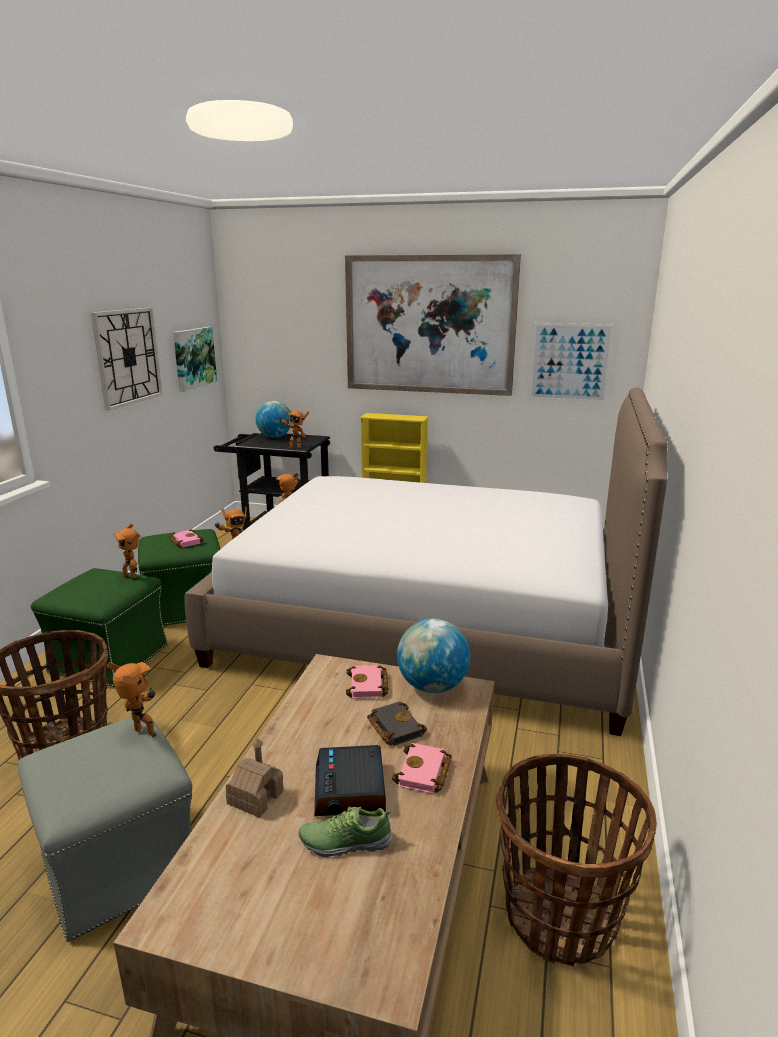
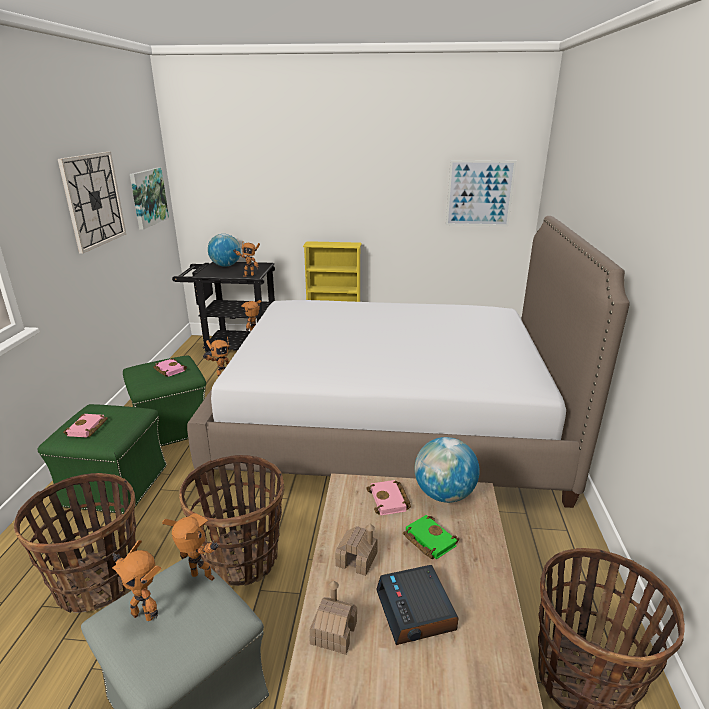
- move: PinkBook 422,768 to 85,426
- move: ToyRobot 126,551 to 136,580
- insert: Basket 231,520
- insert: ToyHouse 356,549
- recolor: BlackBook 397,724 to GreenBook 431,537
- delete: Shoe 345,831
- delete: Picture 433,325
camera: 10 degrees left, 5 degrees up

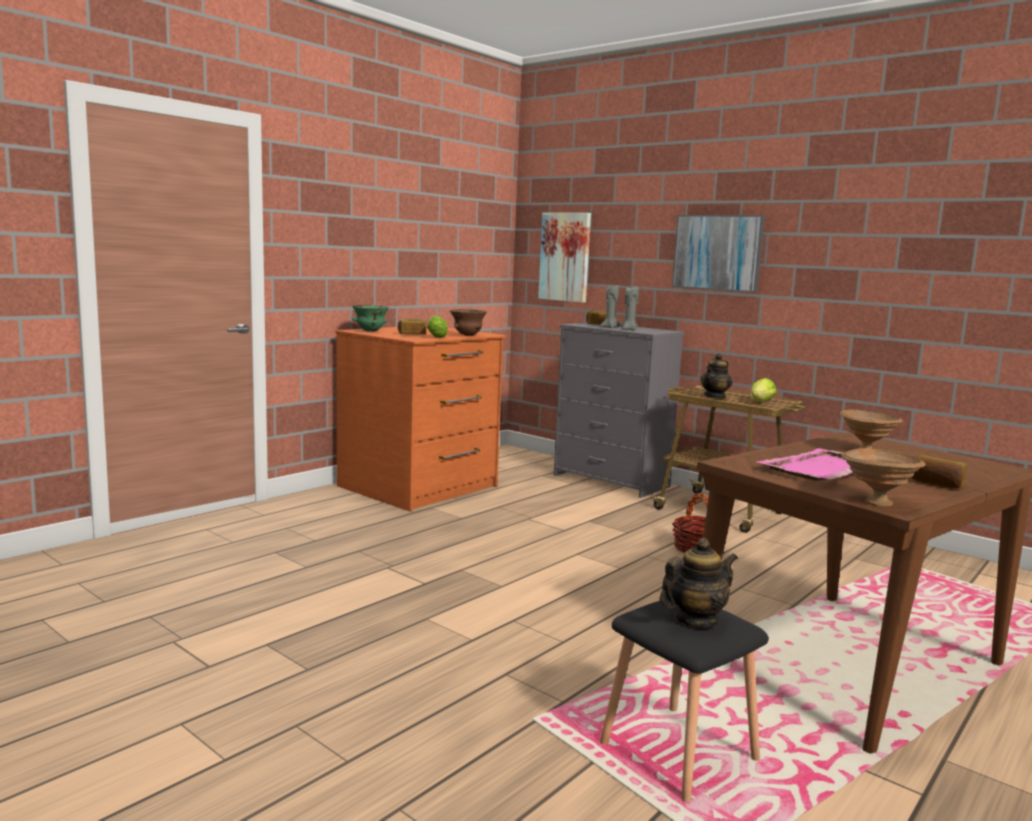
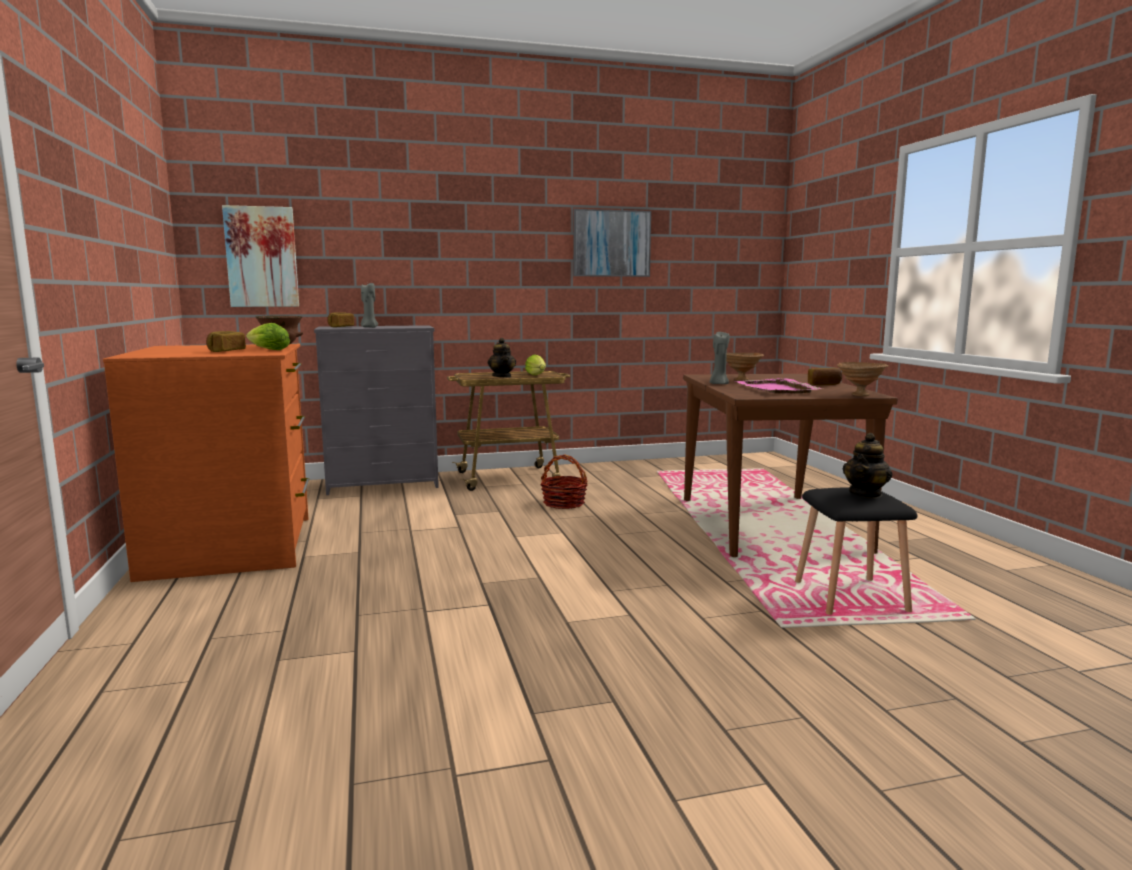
- move: Picture 718,254 to 612,243
- move: GreyCandle 630,308 to 720,358
- rotate: Teapot 699,583 = 867,465 150 degrees counterclockwise
- delete: GreenBowl 370,318
camera: 55 degrees left, 0 degrees up

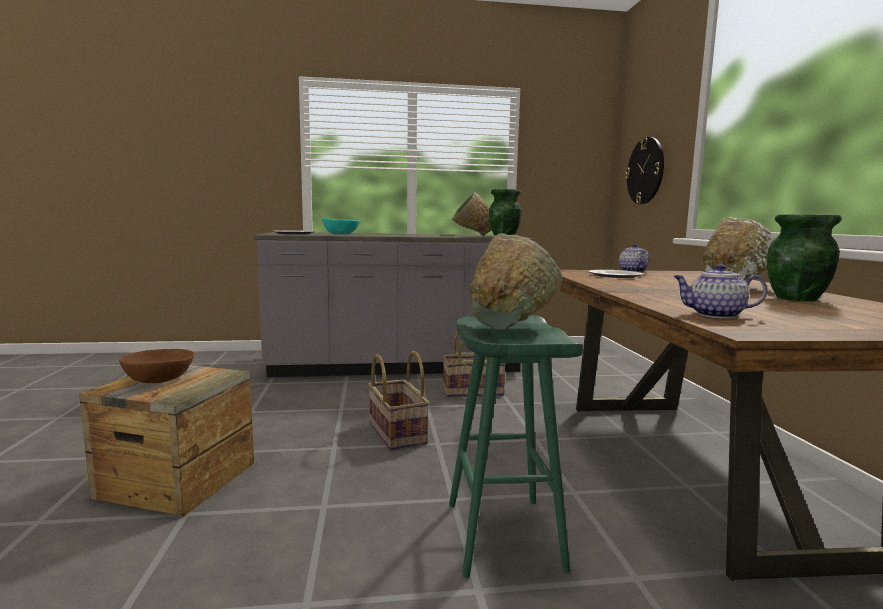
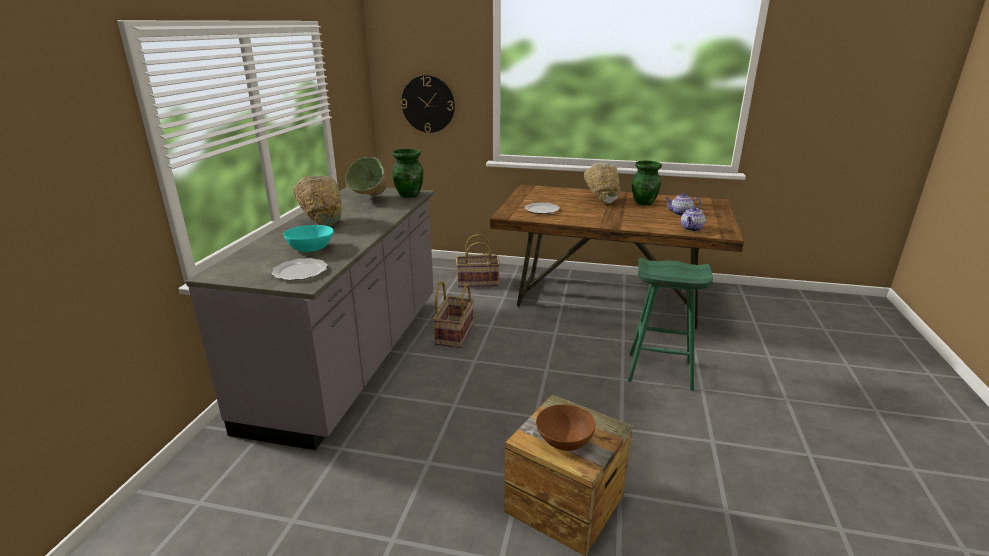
- move: GreenBowl 516,282 to 317,201
- move: Basket 399,400 to 478,260
- move: Teapot 634,258 to 683,204
camera: 70 degrees left, 15 degrees up

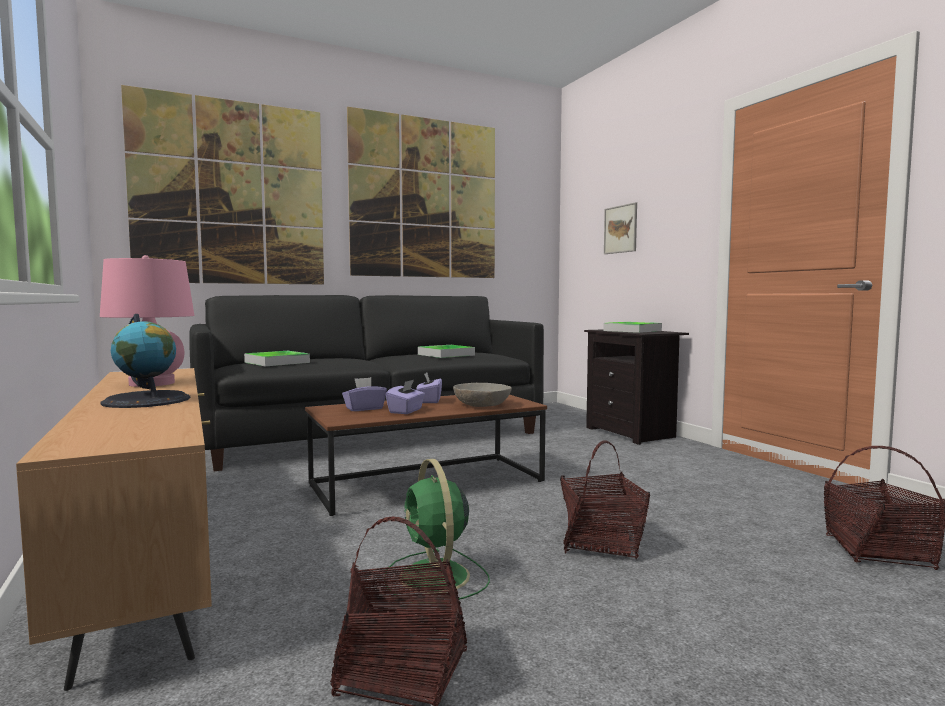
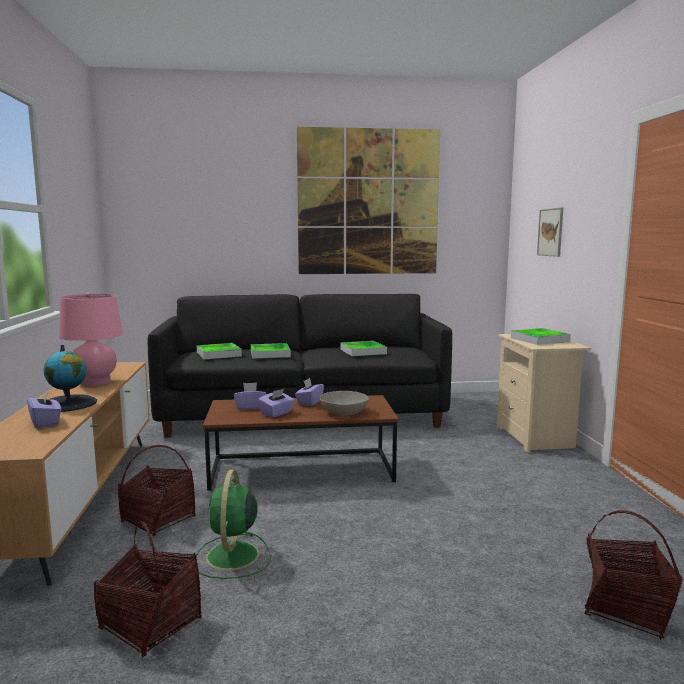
- insert: PurpleTissueBox 44,409
- move: Basket 605,499 to 157,490
- insert: Tray 271,351
- recolor: BlackNightstand 636,387 to BeigeNightstand 544,393
- delete: Picture 222,184
camera: 20 degrees right, 5 degrees up

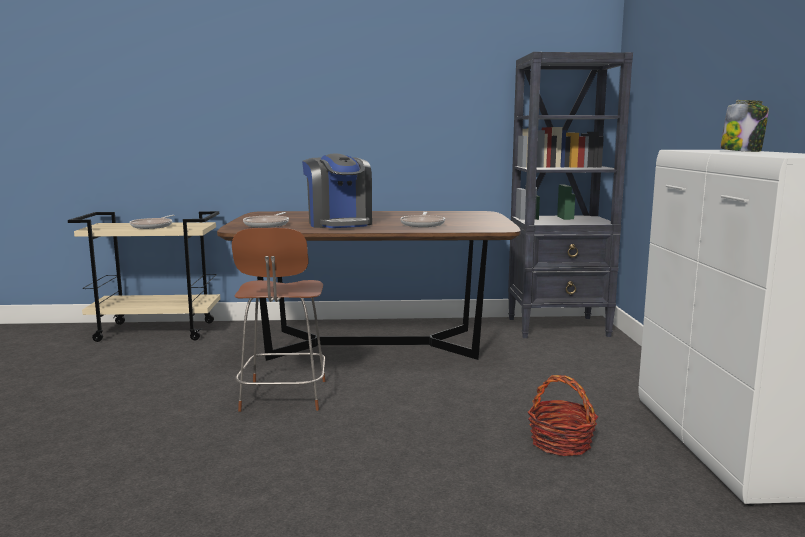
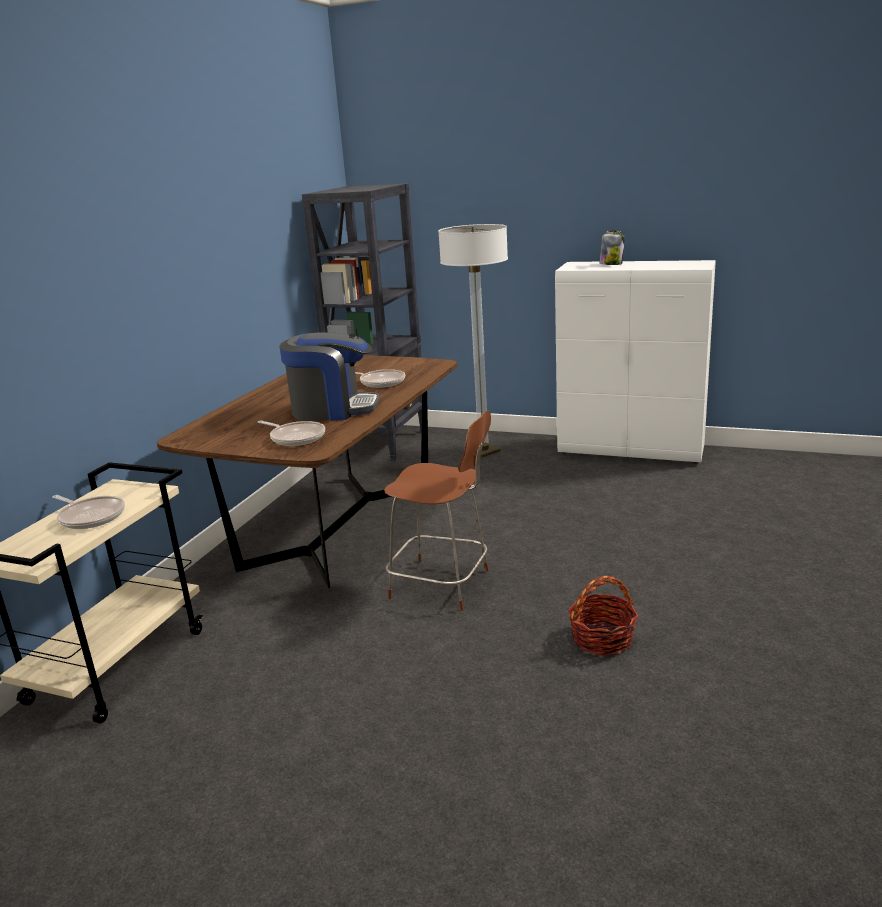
- insert: FloorLamp 473,341
- move: Basket 563,415 to 603,615
camera: 65 degrees left, 10 degrees up

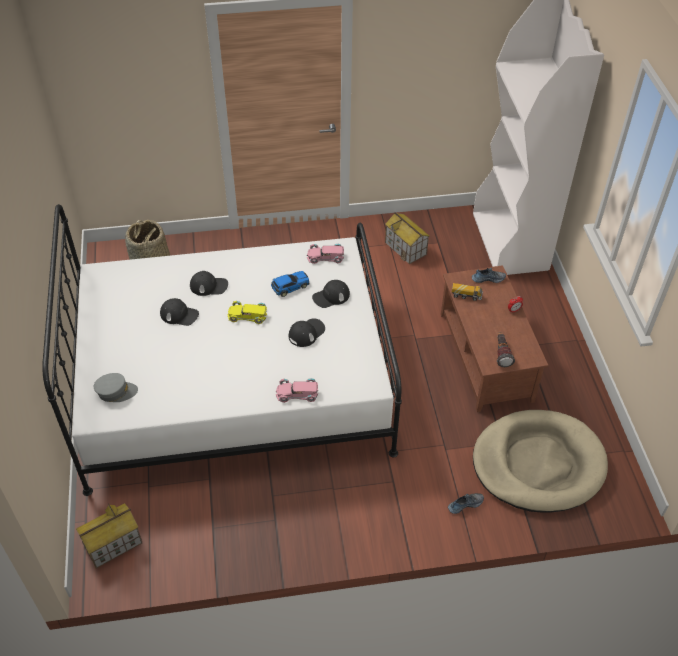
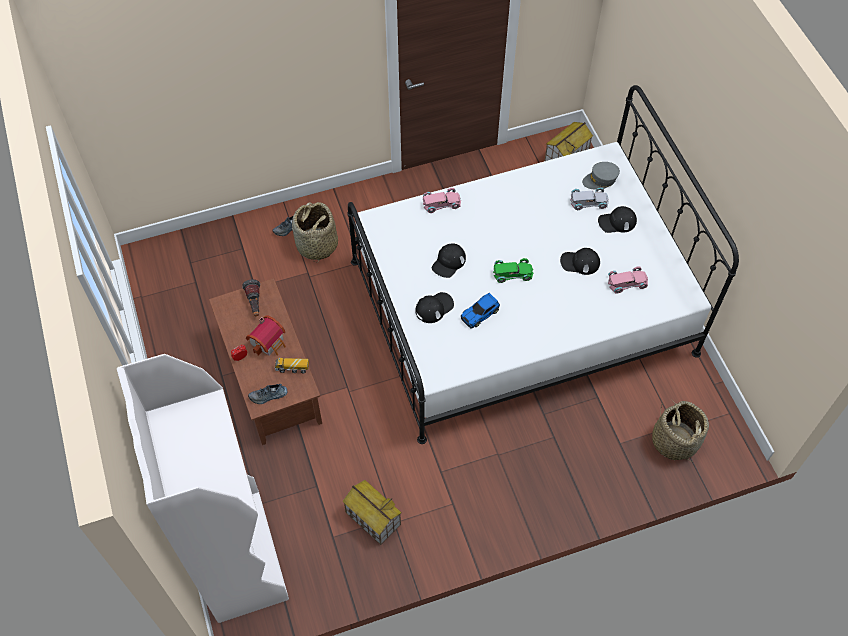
- insert: ToyHouse 266,336
- insert: Basket 315,232
- recolor: YellowToyCar 247,312 to GreenToyCar 513,270
- insert: WhiteToyCar 589,198
- move: BlackCap 209,283 to 617,219
- move: PinkToyCar 325,253 to 628,279
- delete: BeigeDogBed 540,461
camera: 170 degrees right, 10 degrees up

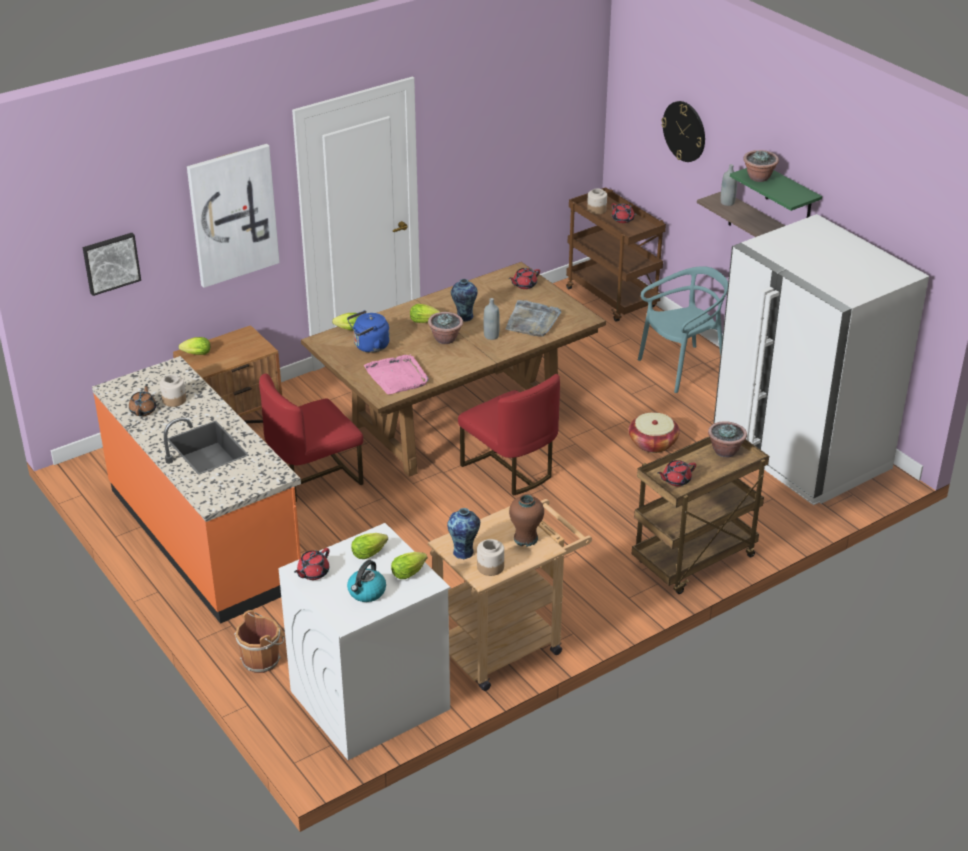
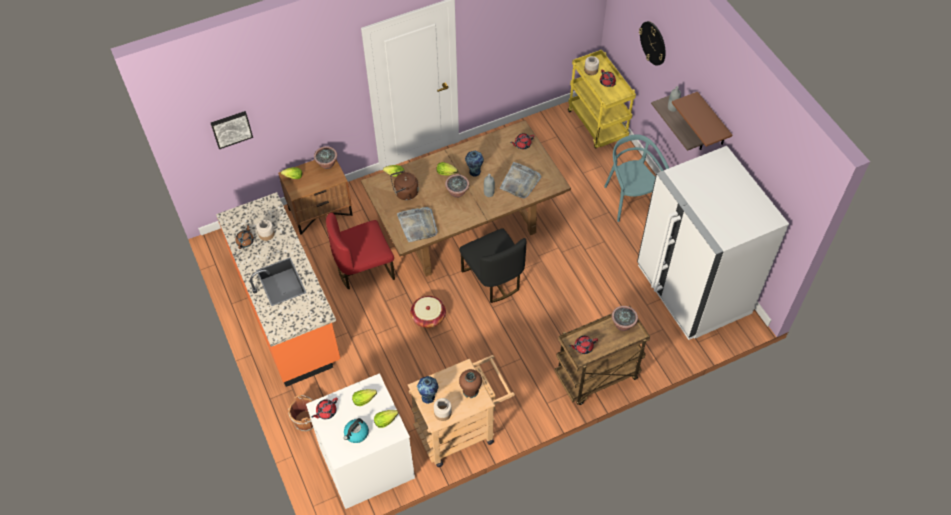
- move: PottedPlant 761,166 to 325,157
- recolor: BlueKettle 368,331 to BrownKettle 404,185
- recolor: PinkTray 396,374 to GreyTray 417,224
- move: Basket 654,432 to 428,312
- recolor: RedChair 509,435 to BlackChair 492,265
- recolor: BrownCart 616,254 to YellowCart 602,99
- rotate: TurquoiseChair 683,329 = 636,178 90 degrees counterclockwise
- recolor: GreenShelf 776,193 to BrownShelf 702,119
- delete: Picture 233,216
camera: 10 degrees right, 20 degrees up

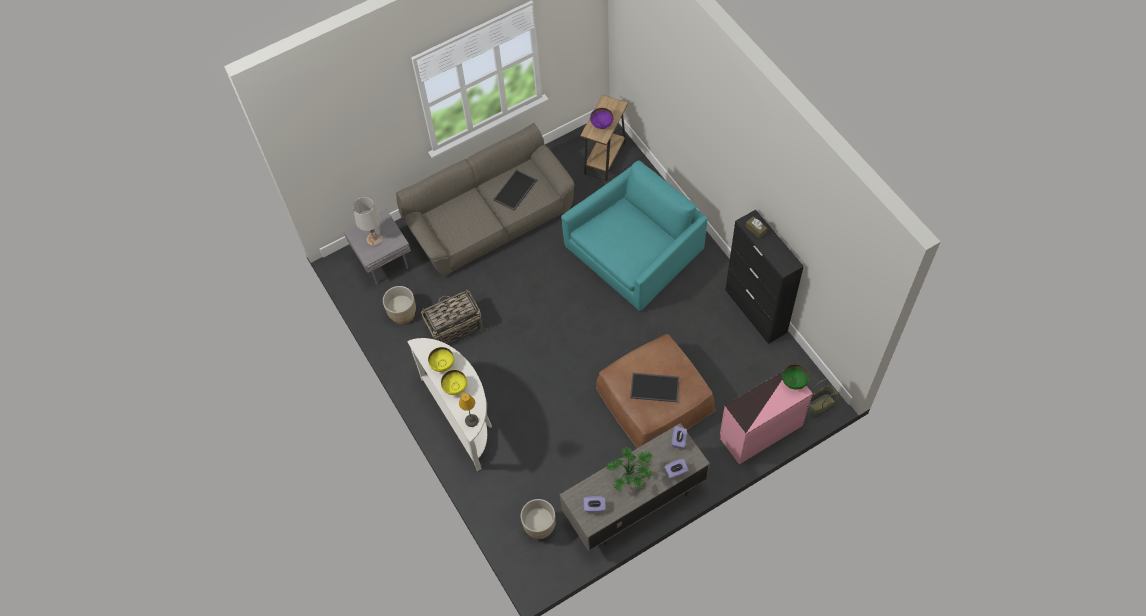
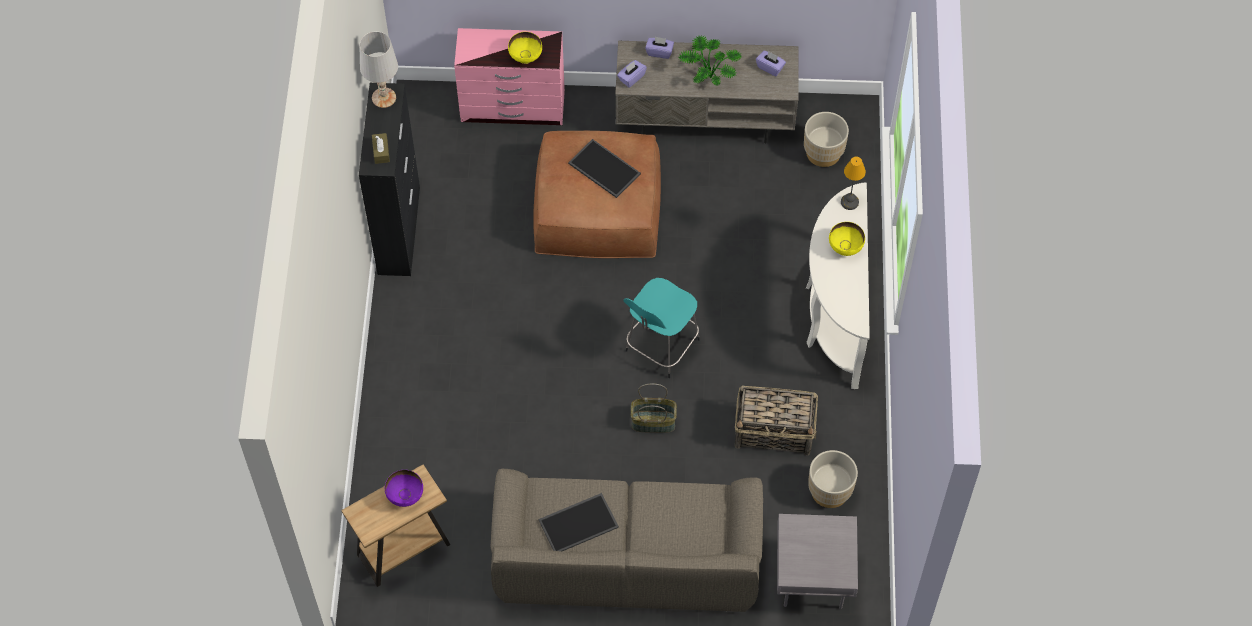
- move: WhiteTableLamp 367,221 to 379,69
- move: YellowBowl 441,359 to 525,48
- insert: TurquoiseStool 662,328
- move: Basket 823,398 to 654,408
- delete: TurquoiseArmchair 634,235
- delete: GreenBowl 795,377
camera: 150 degrees left, 0 degrees up

